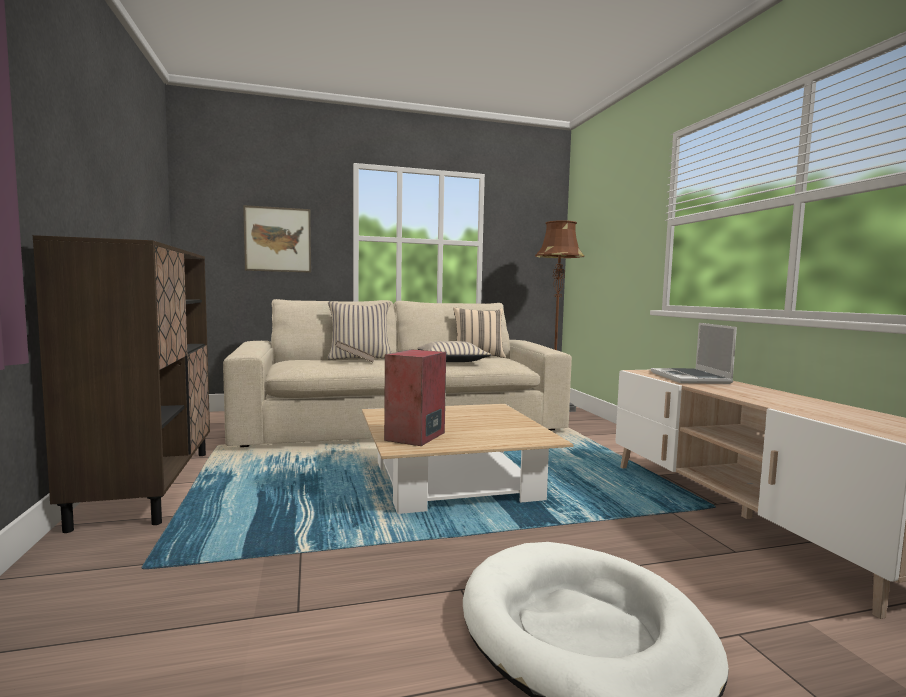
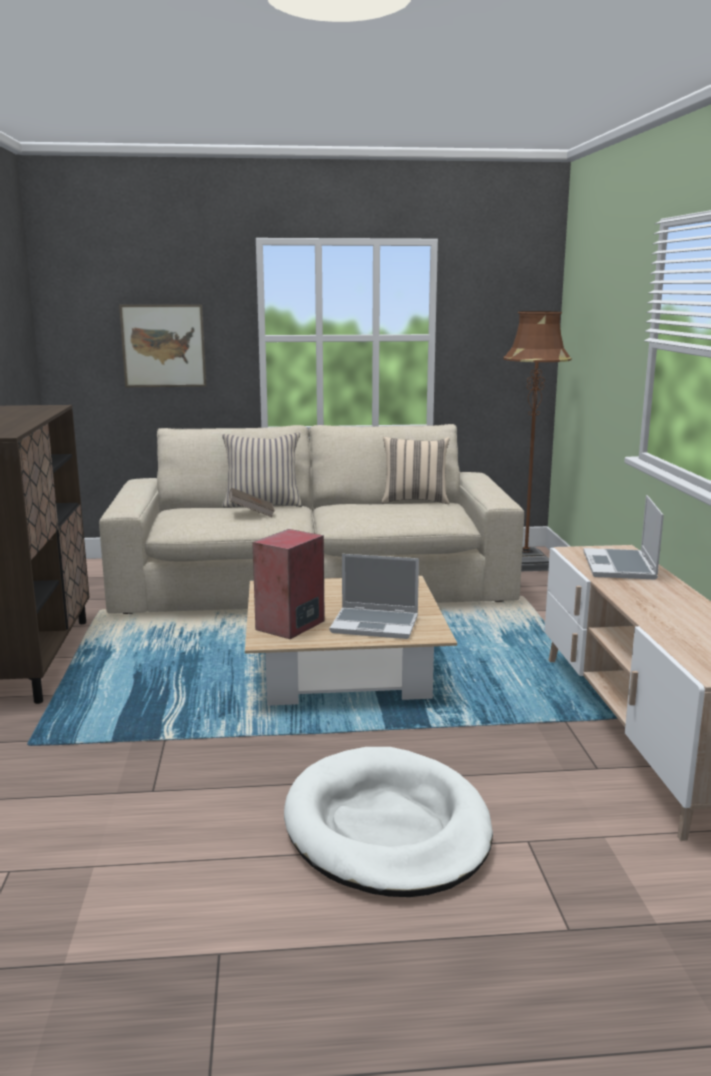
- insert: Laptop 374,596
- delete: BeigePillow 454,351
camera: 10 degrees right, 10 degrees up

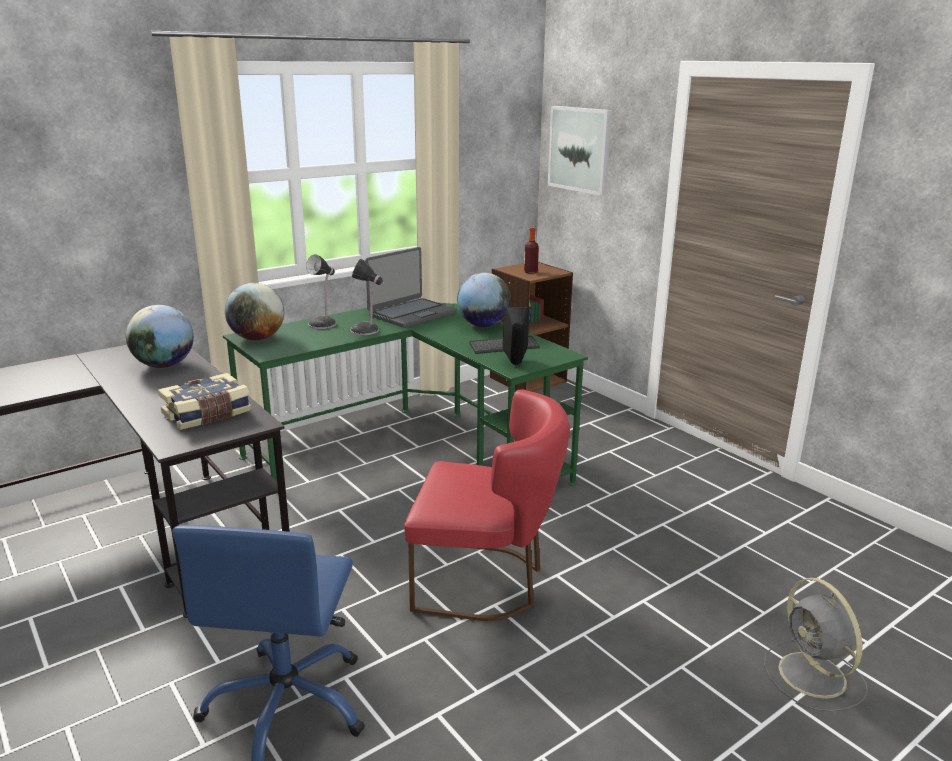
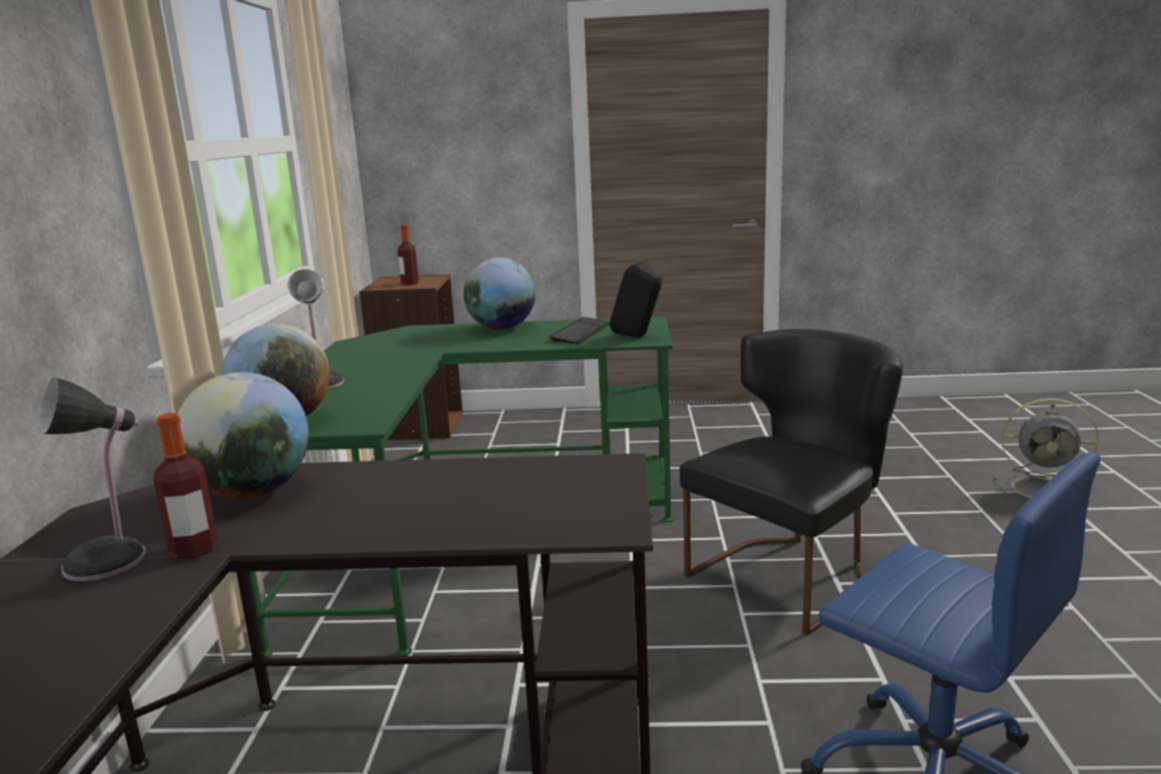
- move: TableLamp 367,297 to 93,479
- insert: Bottle 185,486
- recolor: RedChair 487,505 to BlackChair 791,482
- delete: Book 204,401
- delete: Laptop 411,287
- delete: Picture 580,151
camera: 50 degrees left, 5 degrees down

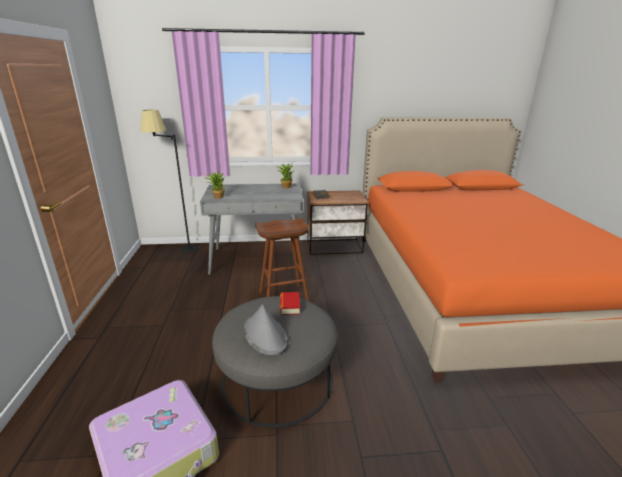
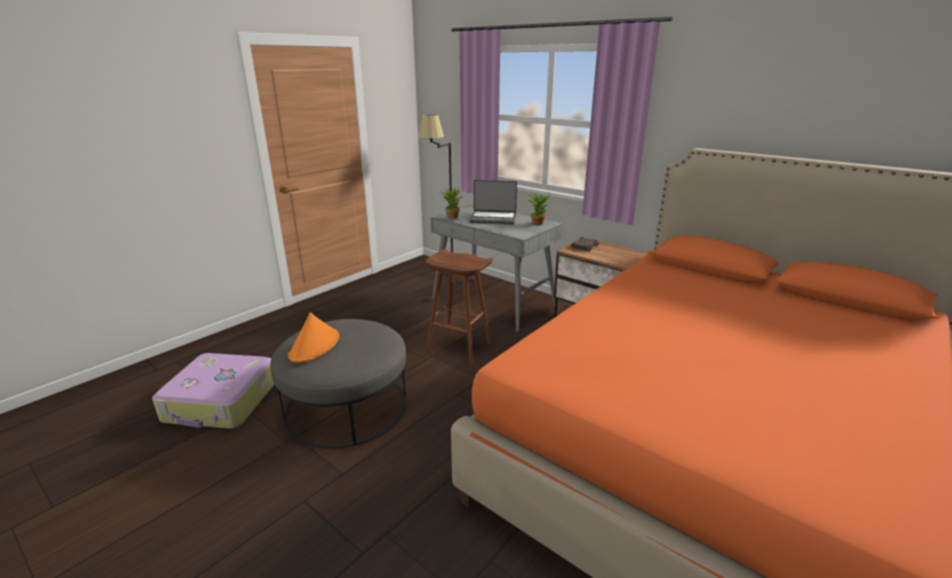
- recolor: GreyHat 265,329 to OrangeHat 313,337
- insert: Laptop 493,202
- delete: Book 290,303
camera: 45 degrees right, 0 degrees up

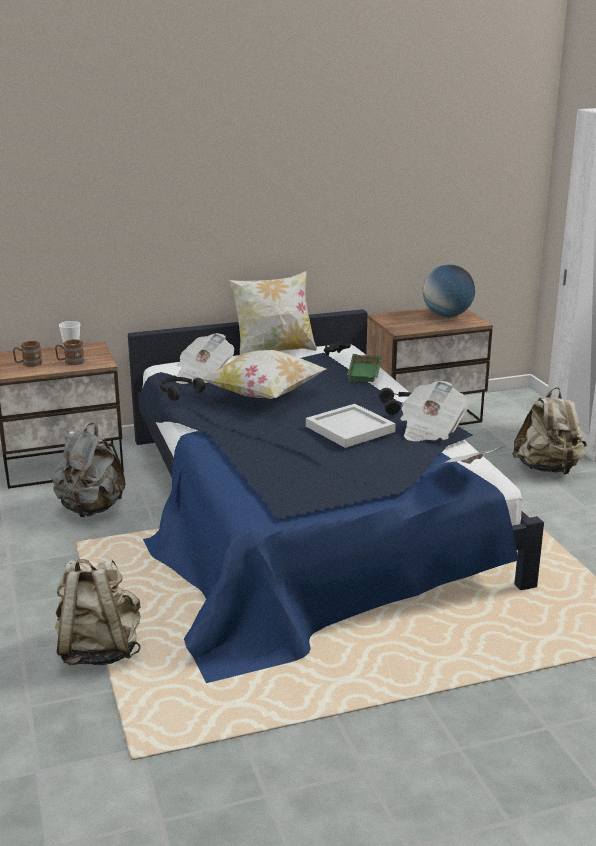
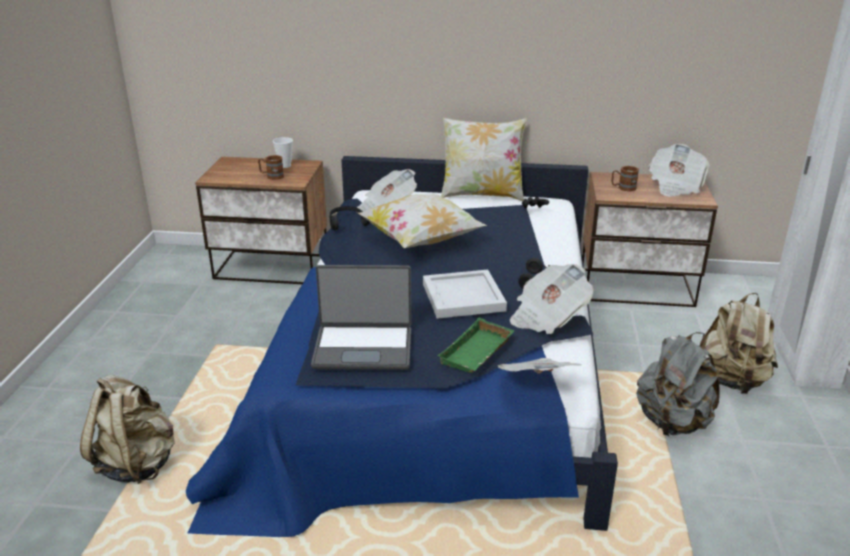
- insert: Laptop 361,317
- move: GreenTray 364,368 to 476,345
- move: BrownMug 27,354 to 625,179
- move: GreyBackpack 88,470 to 678,384
- replace: Globe 448,290 to Newspaper 679,170
camera: 25 degrees right, 5 degrees up

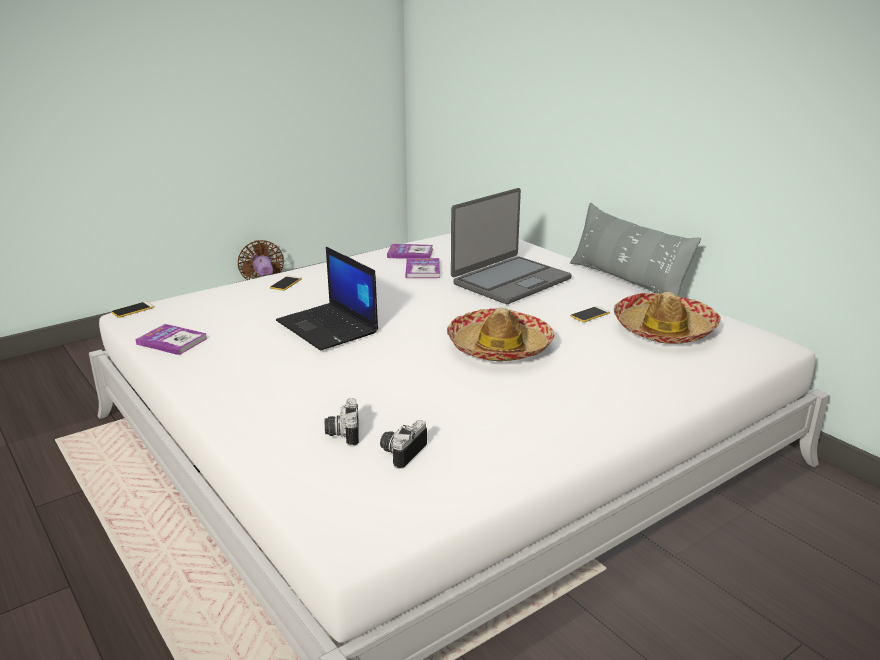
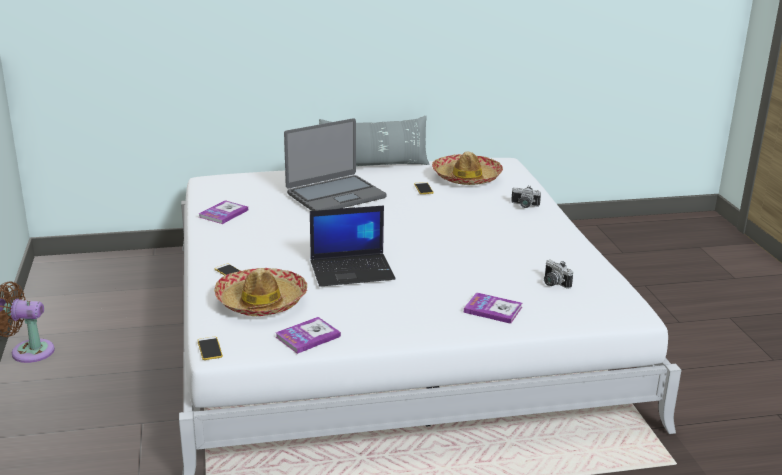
- move: Hat 501,334 to 260,292
- rotate: Laptop 511,246 = 335,164 75 degrees clockwise
- move: Book 423,268 to 493,308
- move: PhotoCamera 342,422 to 526,196
camera: 65 degrees left, 0 degrees up

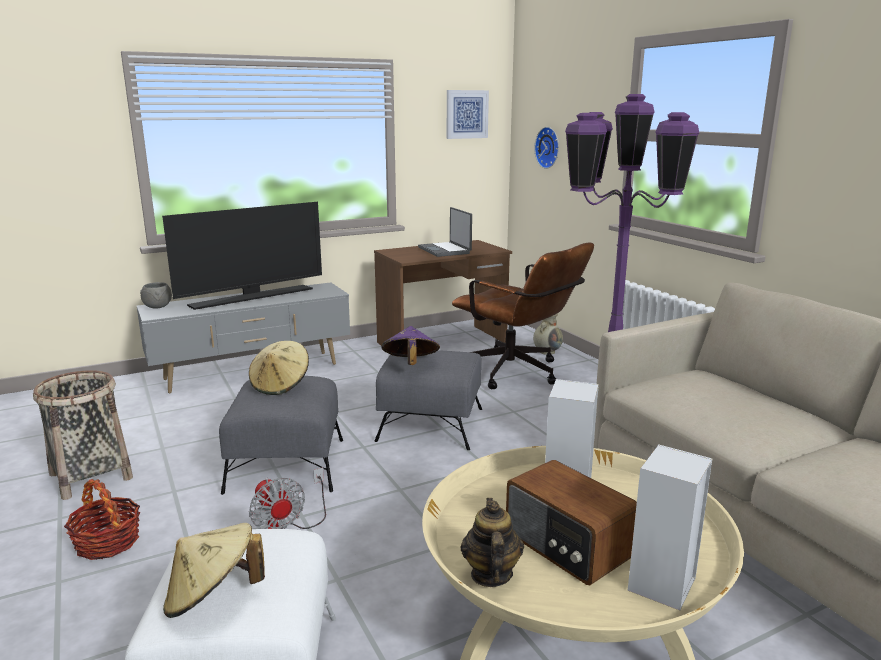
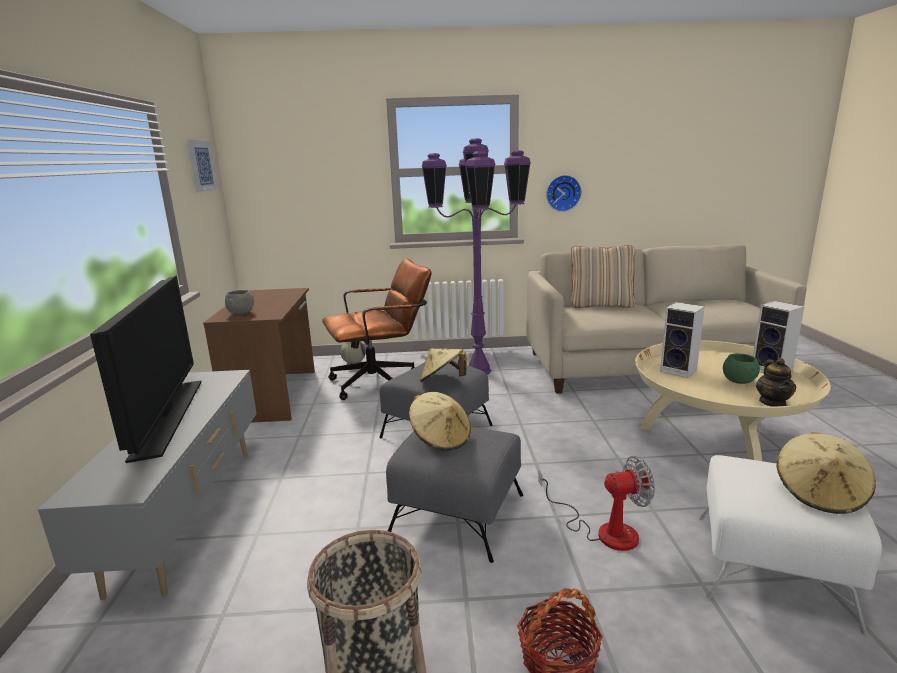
- move: GreyBowl 156,295 to 239,302
- recolor: PurpleHat 410,345 to BeigeHat 443,365
- move: WallClock 546,148 to 564,193
- insert: BeigePillow 603,276
- replace: Radio 571,523 to GreenBowl 741,368
- rotate: Teapot 492,542 = 776,382 105 degrees counterclockwise
- delete: Laptop 445,232
camera: 65 degrees left, 0 degrees up

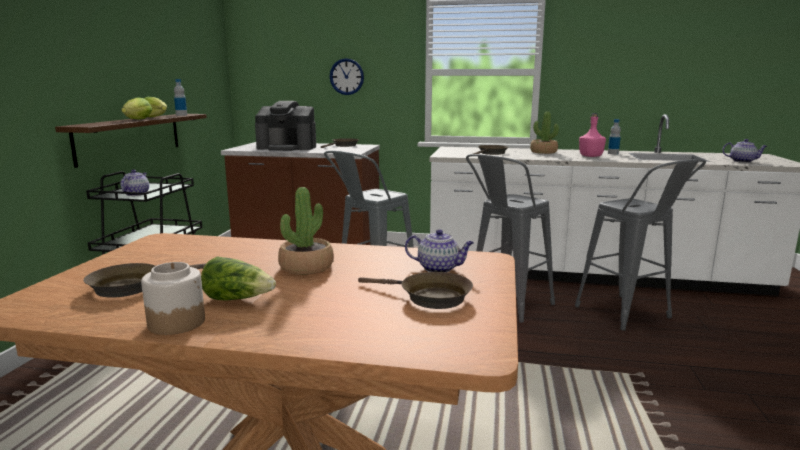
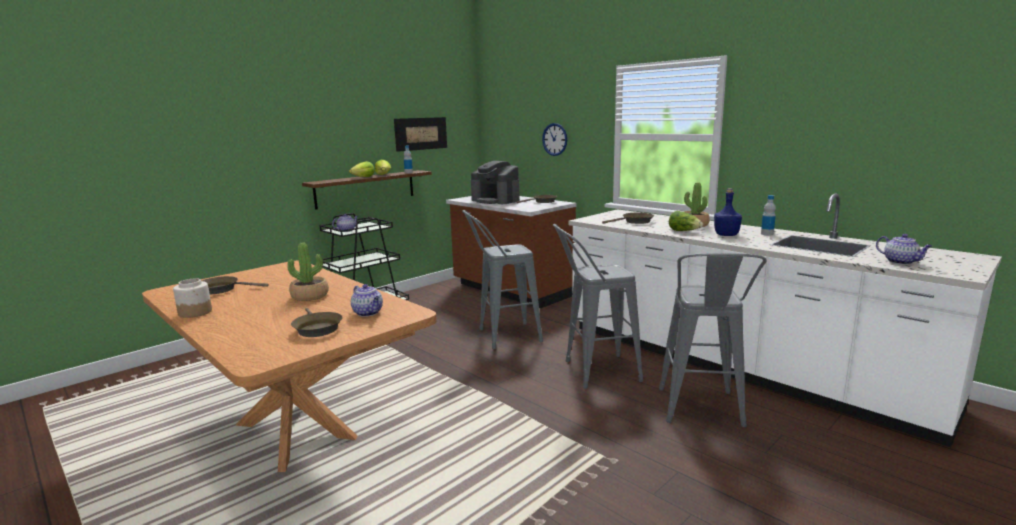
- insert: Picture 420,134
- move: Lettuce 238,278 to 686,221
- recolor: PinkBottle 592,135 to BlueBottle 728,212
camera: 35 degrees right, 0 degrees up

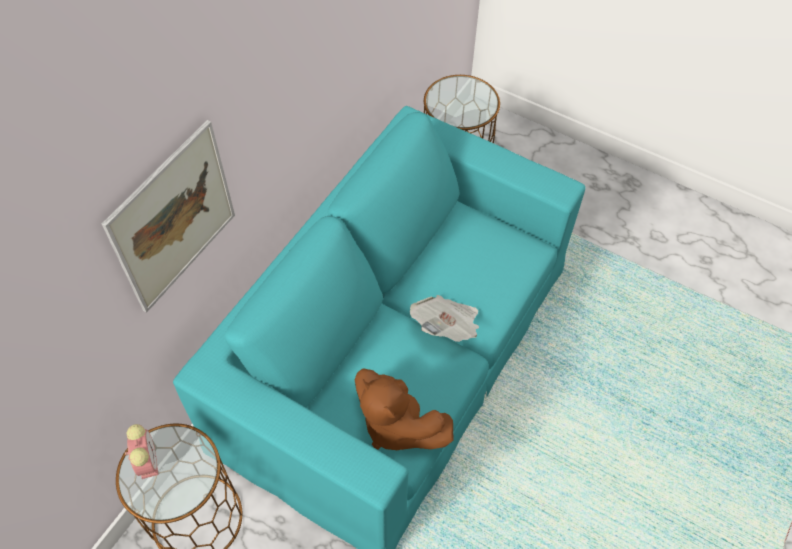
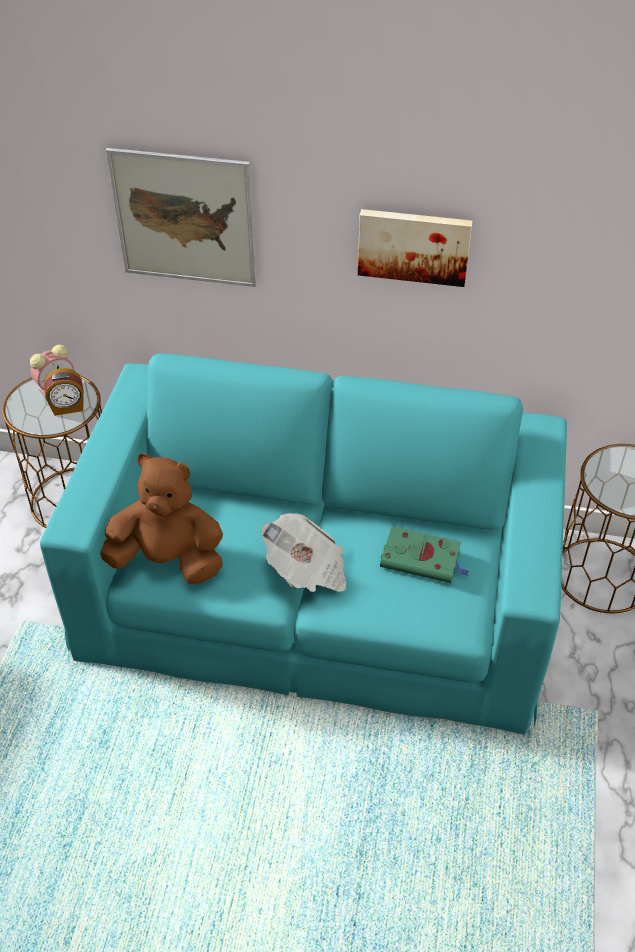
- insert: AlarmClock 64,392
- rotate: BrownPlushToy 404,409 = 161,518 75 degrees clockwise
- insert: Picture 415,248
- insert: GreenBook 424,554
camera: 70 degrees right, 10 degrees down

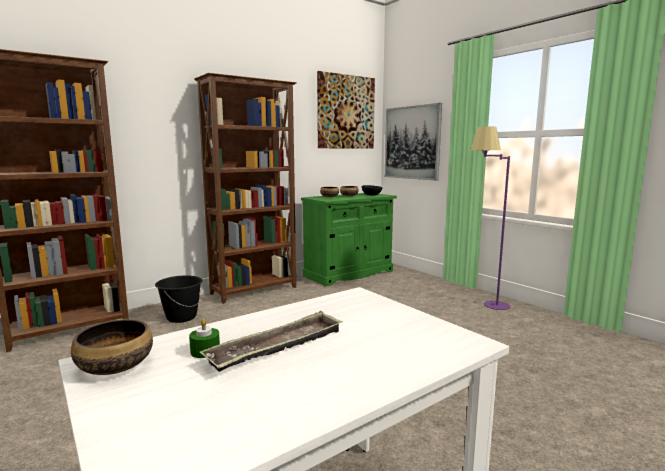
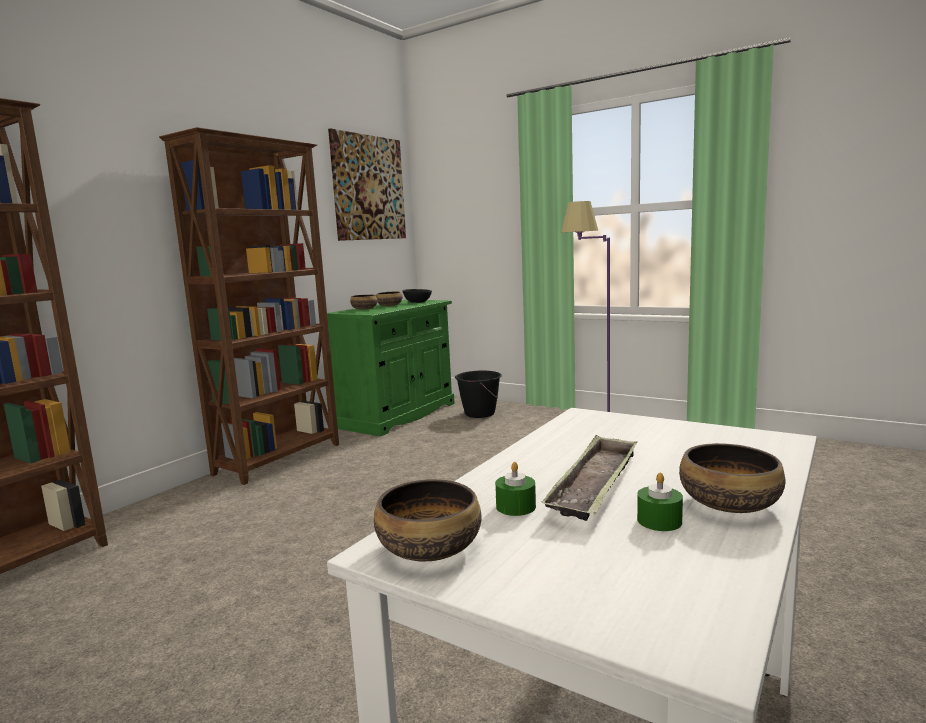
- move: BlackBucket 179,299 to 478,394
- insert: GreenCandle 660,501
- insert: Bowl 732,478
- delete: Picture 413,142
camera: 20 degrees left, 0 degrees up

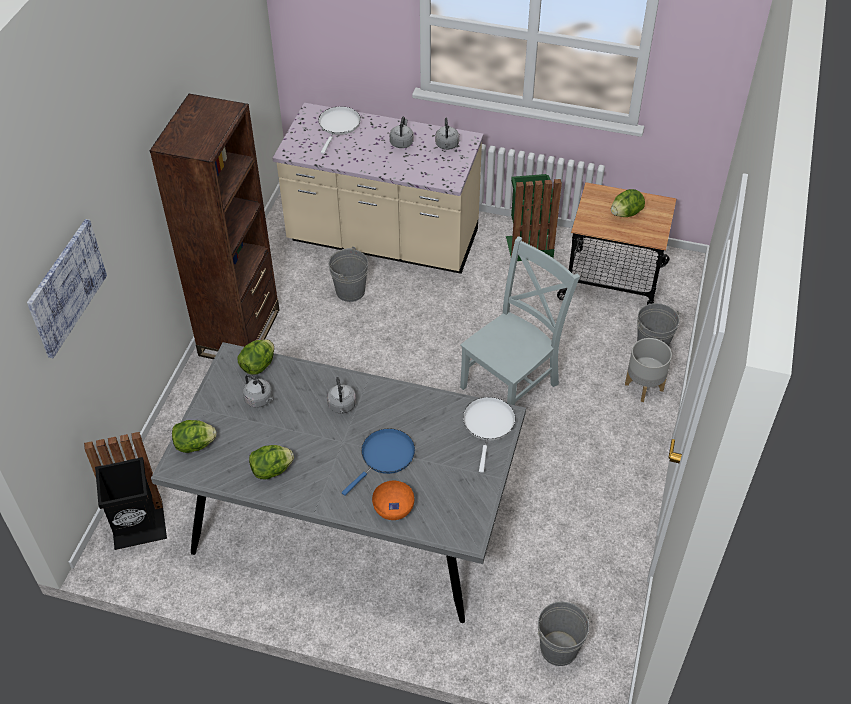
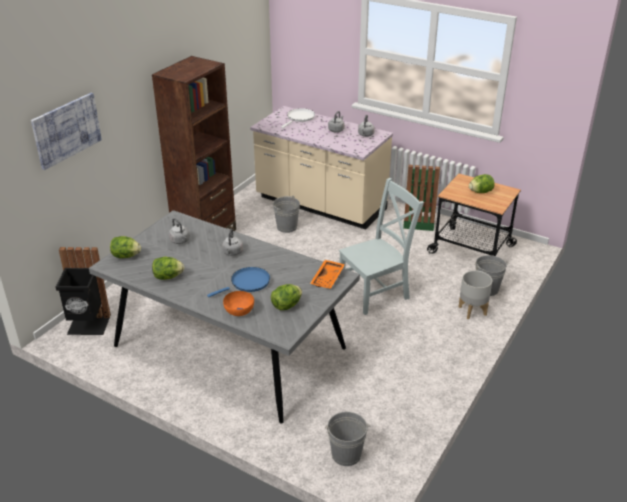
- move: Lettuce 256,357 to 286,297
- replace: WhiteFryingPan 489,435 to OrangeTray 327,274
camera: 15 degrees right, 15 degrees down

